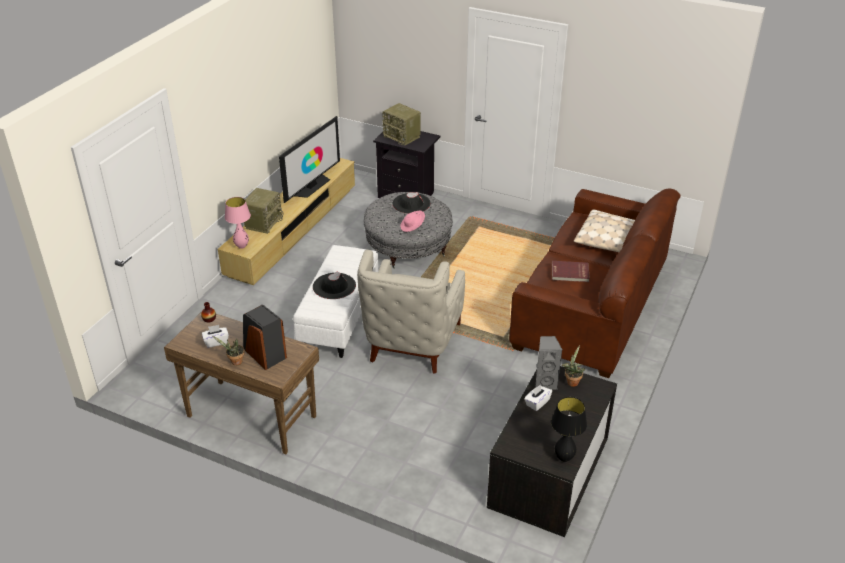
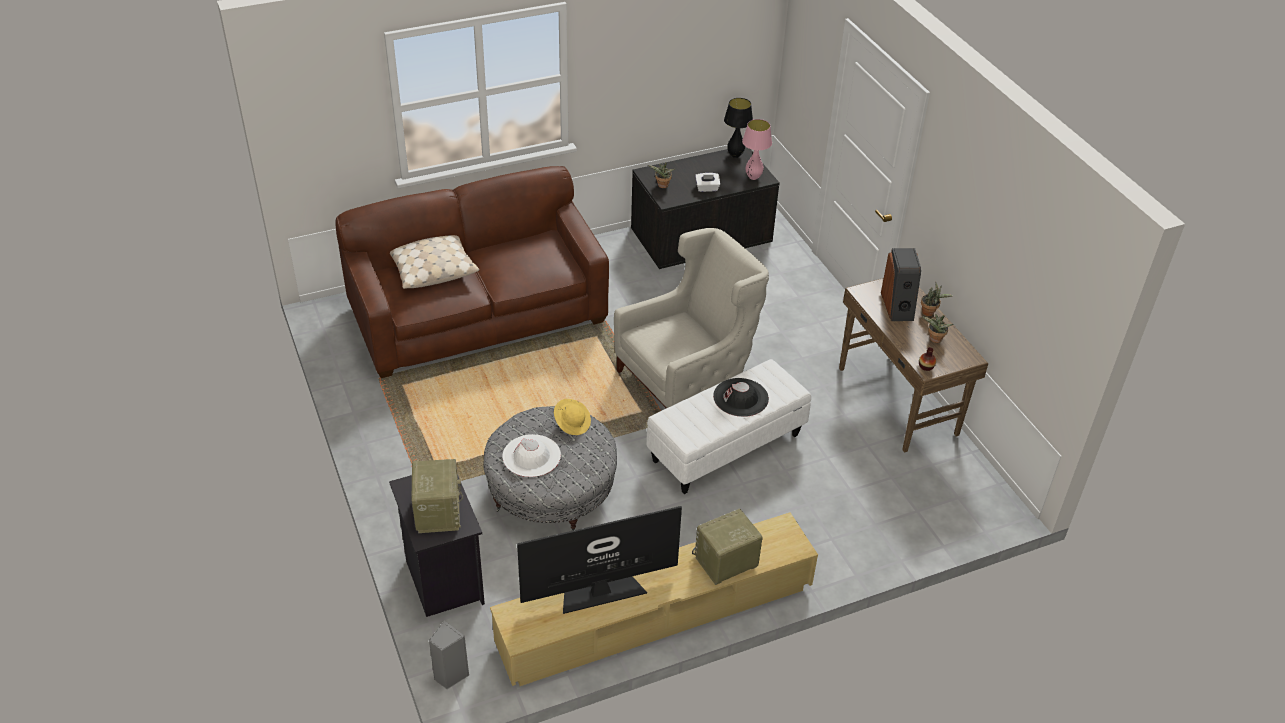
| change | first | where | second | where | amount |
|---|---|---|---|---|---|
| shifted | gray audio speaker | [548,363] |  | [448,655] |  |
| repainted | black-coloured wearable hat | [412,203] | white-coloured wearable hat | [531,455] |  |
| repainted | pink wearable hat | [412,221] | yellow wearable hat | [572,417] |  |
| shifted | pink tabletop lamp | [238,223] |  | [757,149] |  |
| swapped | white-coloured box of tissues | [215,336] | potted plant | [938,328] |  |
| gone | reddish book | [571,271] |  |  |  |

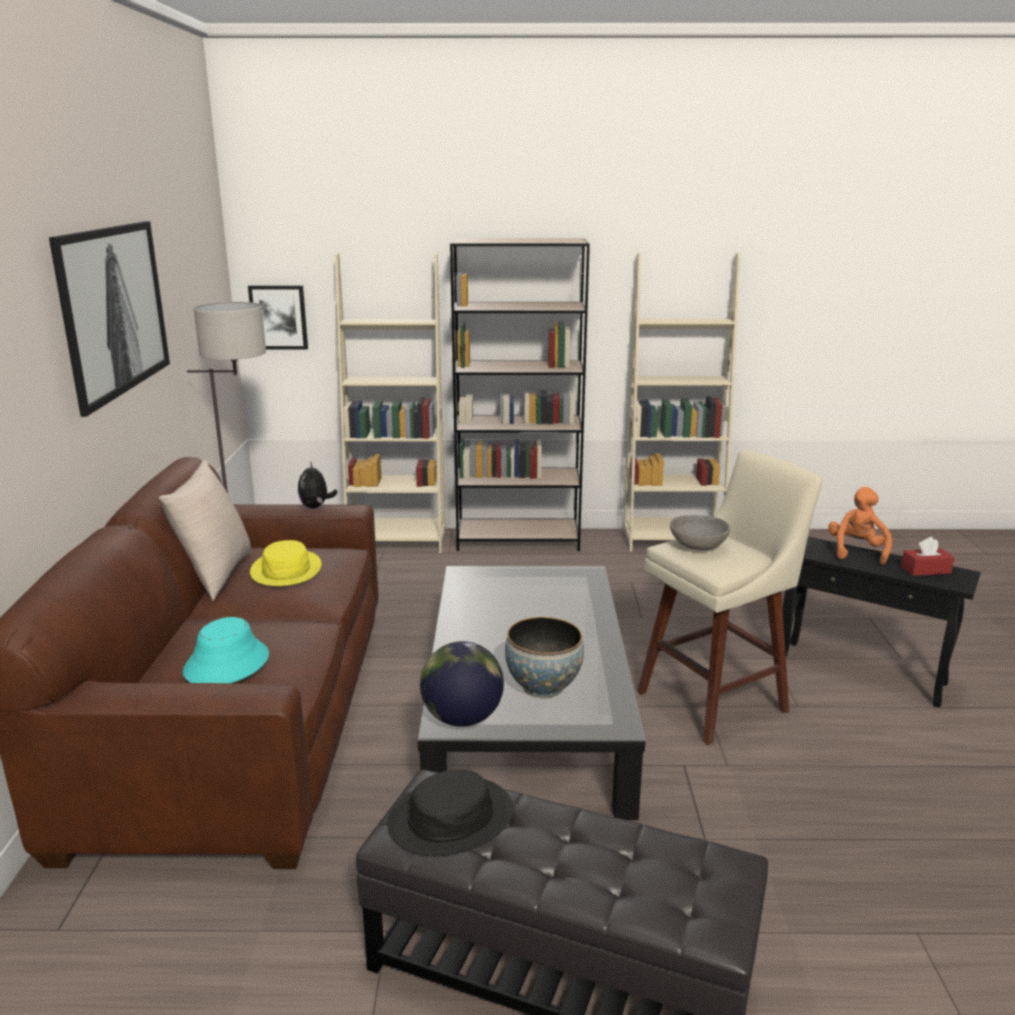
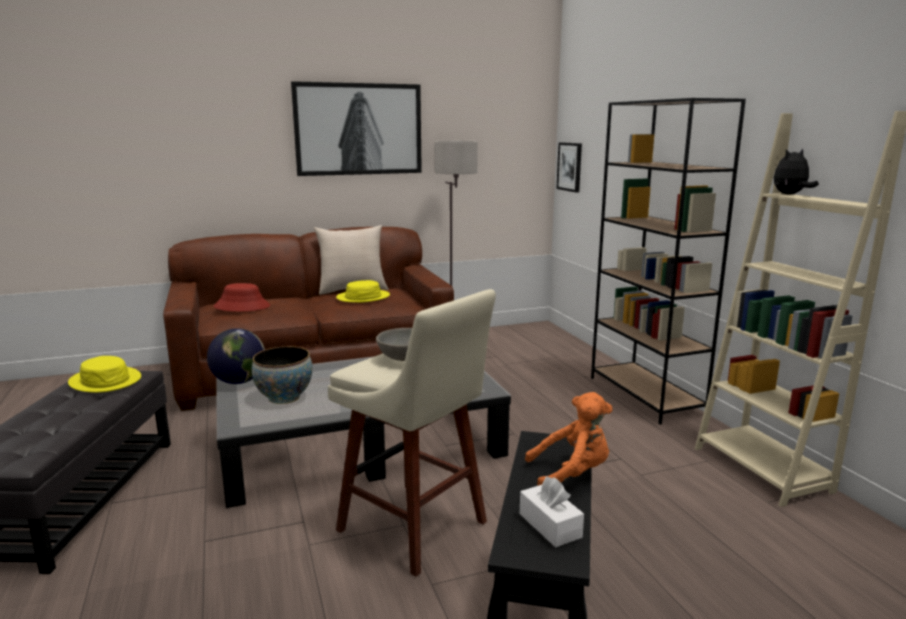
| change | first | where | second | where | amount |
|---|---|---|---|---|---|
| repainted | black-coloured wearable hat | [450,812] | yellow wearable hat | [104,374] |  |
| repainted | turquoise-coloured wearable hat | [226,650] | reddish wearable hat | [242,297] |  |
| repainted | reddish box of tissues | [928,556] | white-coloured box of tissues | [552,512] |  |
| shifted | plush toy | [317,485] |  | [796,172] |  |
| gone | sand-coloured bookcase | [390,403] |  |  |  |

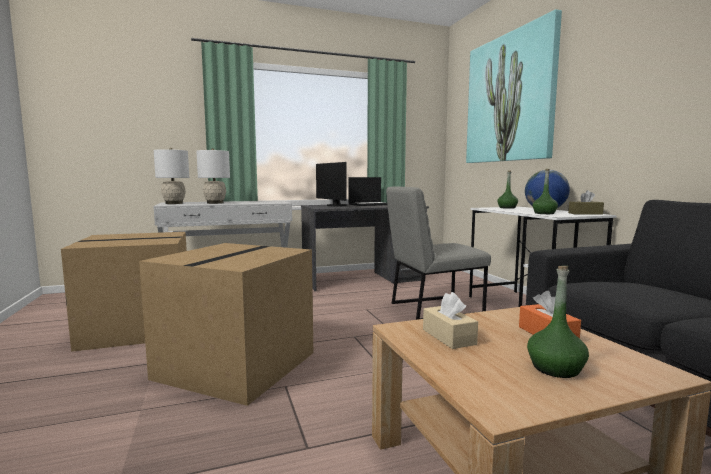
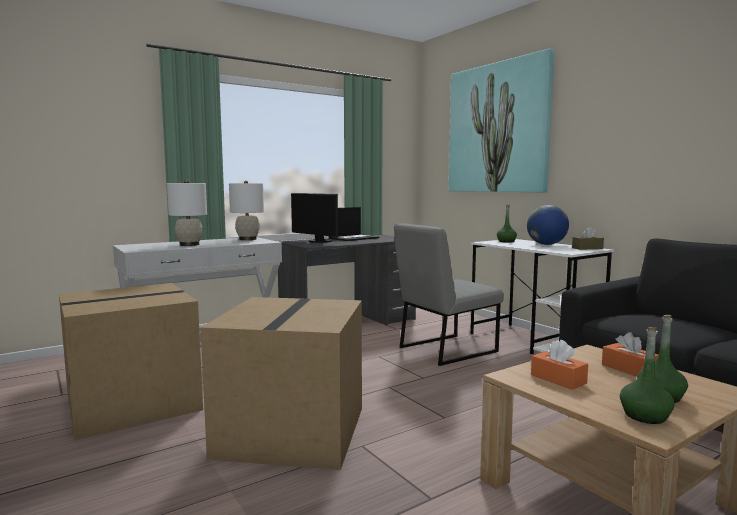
| change | first | where | second | where | amount |
|---|---|---|---|---|---|
| shifted | white-coloured tabletop lamp | [171,176] |  | [246,210] |  |
| repainted | sand-coloured box of tissues | [450,320] | orangey box of tissues | [559,365] |  |
| shifted | greenish beverage bottle | [545,191] |  | [647,375] |  |

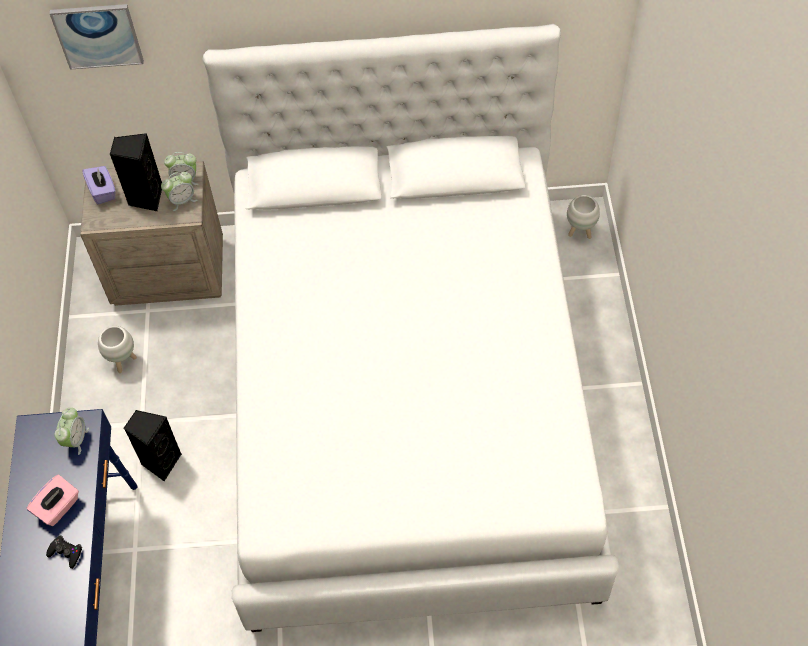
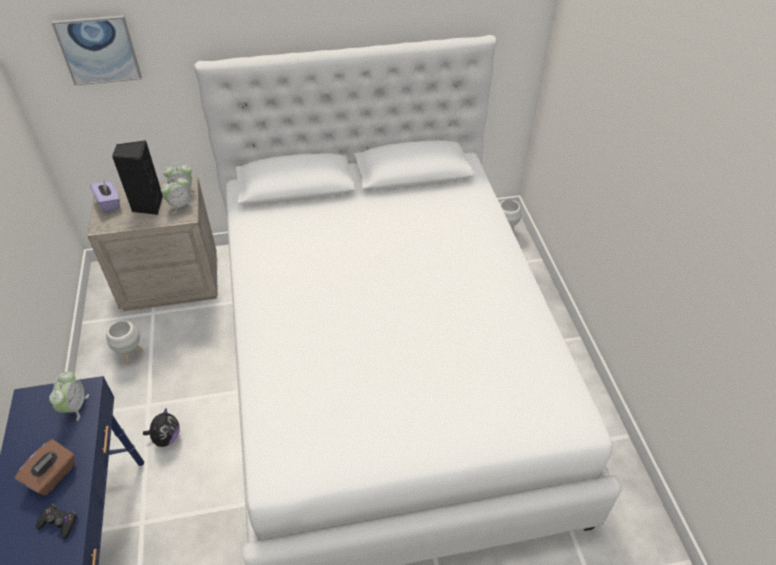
| change | first | where | second | where | amount |
|---|---|---|---|---|---|
| repainted | pink box of tissues | [53,500] | brown-coloured box of tissues | [44,467] |  |
| swapped | black-coloured audio speaker | [153,445] | plush toy | [161,427] |  |

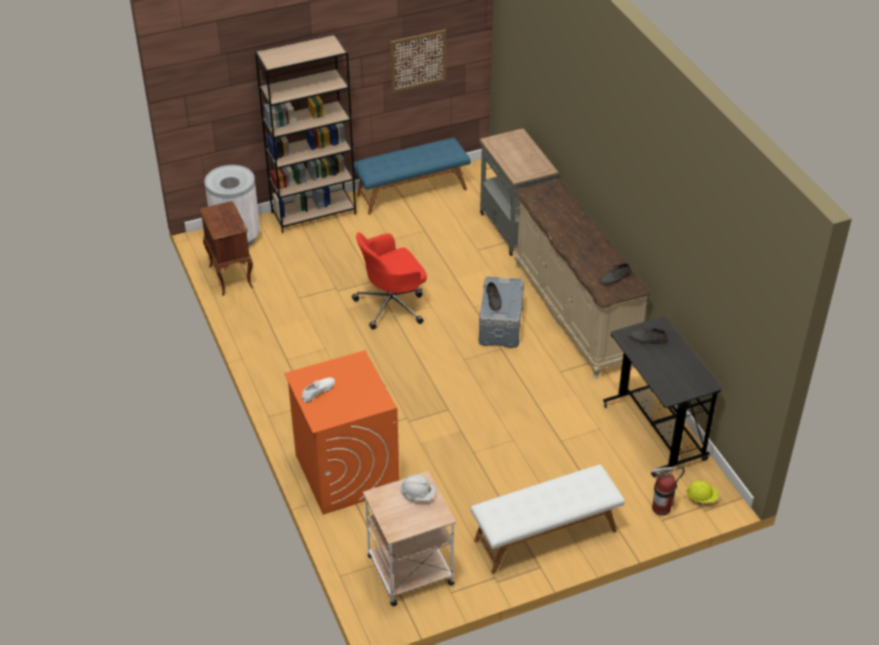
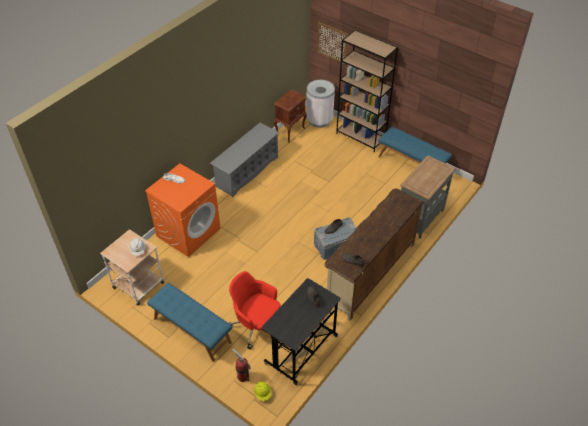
| change | first | where | second | where | amount |
|---|---|---|---|---|---|
| repainted | white-coloured indoor bench | [548,519] | blue-coloured indoor bench | [189,322] |  |
| new |  |  | gray shoe stand | [244,160] |  |
| shifted | reddish desk chair | [389,281] |  | [255,310] |  |
| shifted | wall art | [418,60] |  | [332,43] |  |

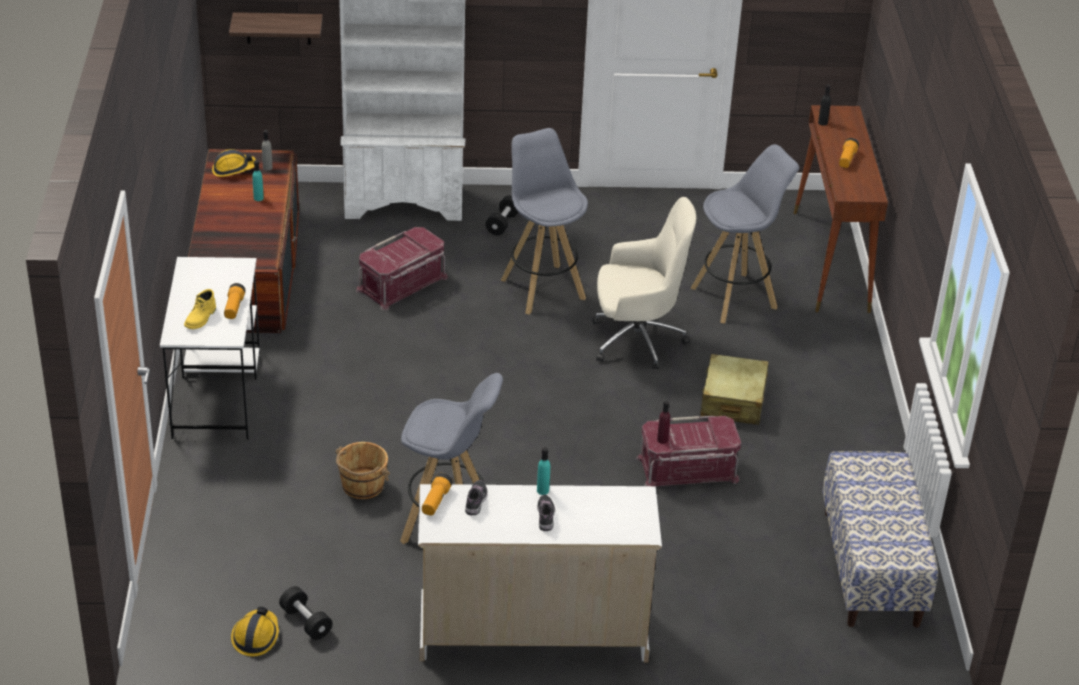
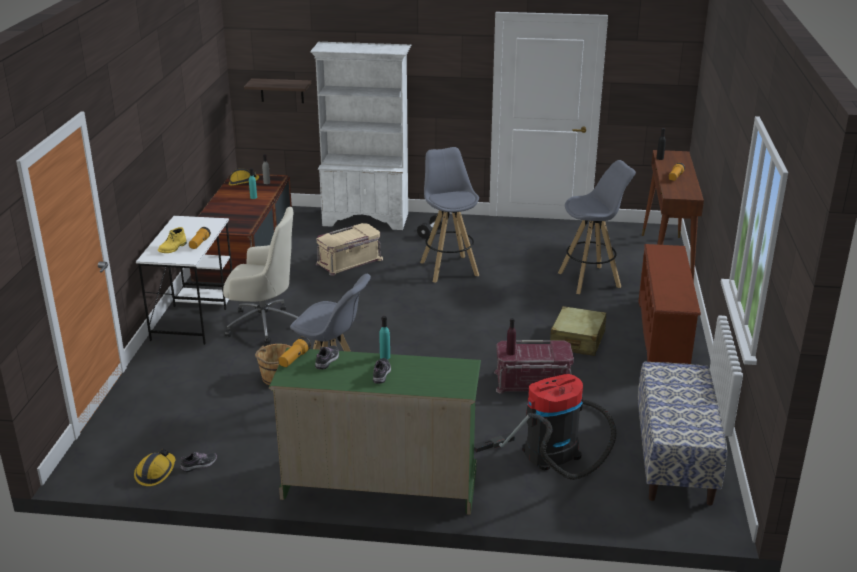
| change | first | where | second | where | amount |
|---|---|---|---|---|---|
| swapped | black-coloured hand weight | [306,613] | item of footwear | [199,462] |  |
| shifted | sand-coloured desk chair | [644,283] |  | [260,275] |  |
| repainted | white-coloured cupboard | [540,573] | greenish cupboard | [375,431] |  |
| repainted | reddish storage bin | [402,268] | sand-coloured storage bin | [349,249] |  |
| new |  |  | hoover | [545,427] |  |
| new |  |  | brown-coloured shoe stand | [669,304] |  |

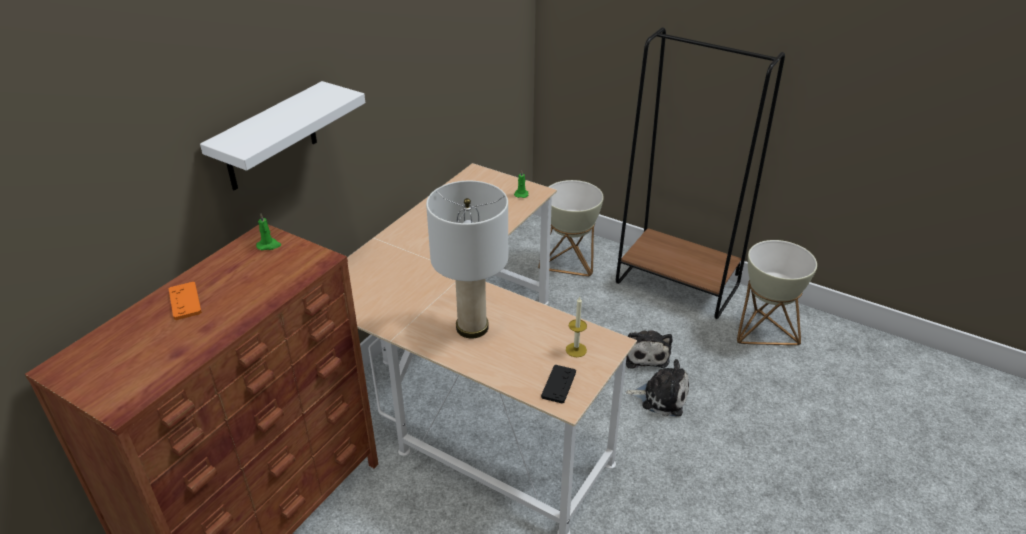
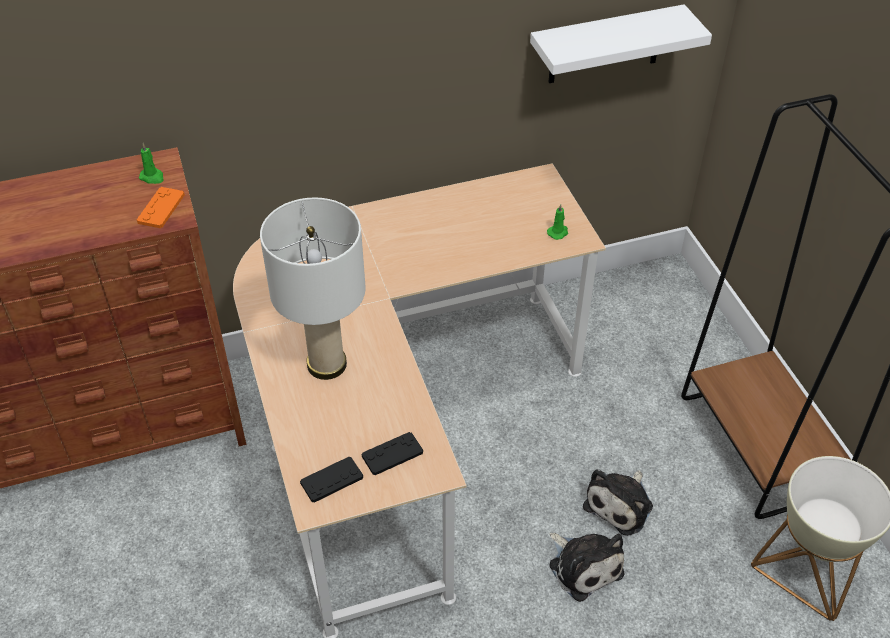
| change | first | where | second | where | amount |
|---|---|---|---|---|---|
| shifted | orangey joypad | [185,301] |  | [161,207] |  |
| swapped | wax light | [576,327] | black-coloured joypad | [392,453] |  |
| shifted | white-coloured wall shelf | [282,136] |  | [621,43] |  |
| gone | plant pot | [571,228] |  |  |  |

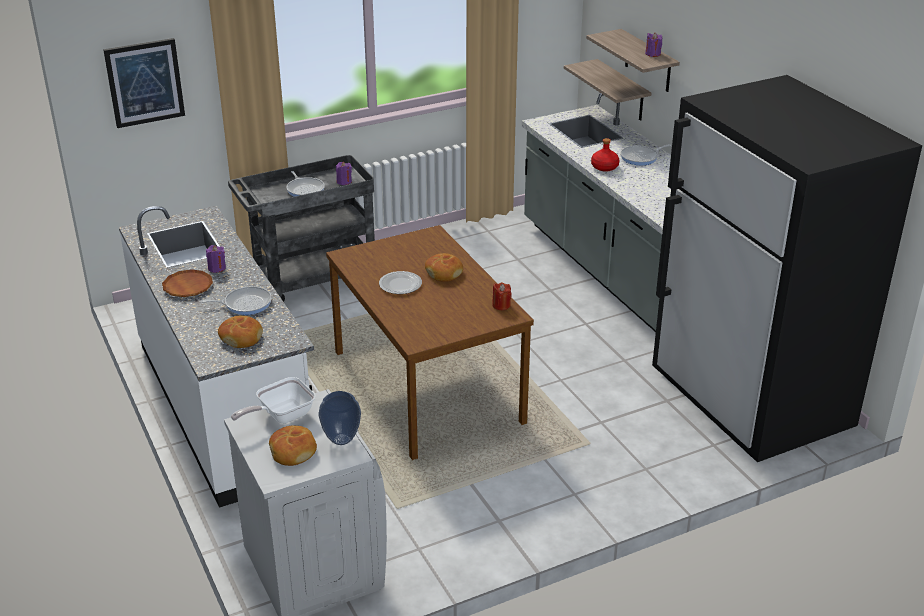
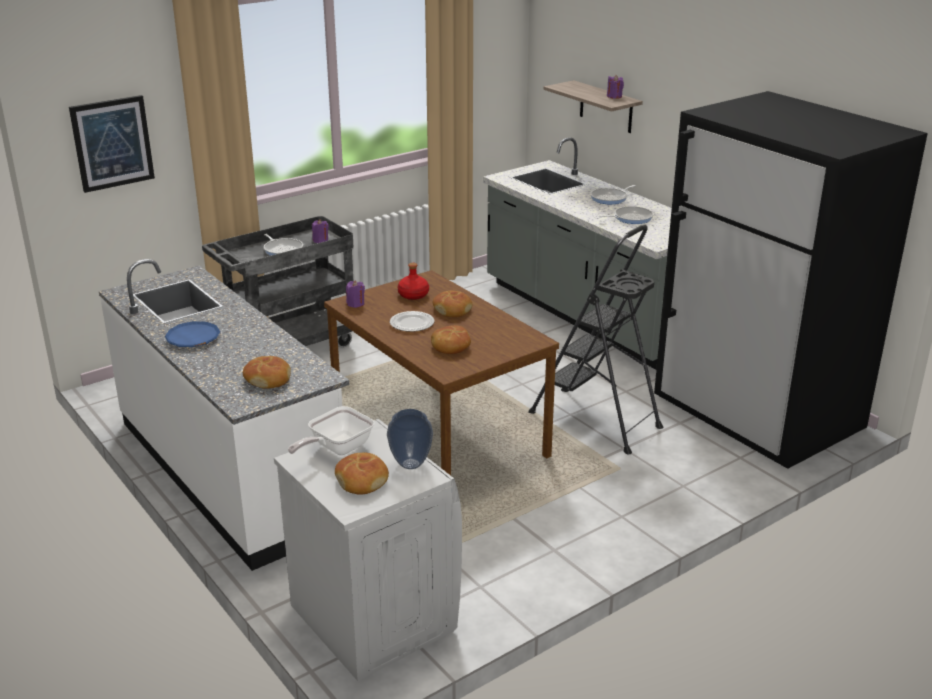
| change | first | where | second | where | amount |
|---|---|---|---|---|---|
| repainted | brown-coloured plate | [187,283] | blue-coloured plate | [192,334] |  |
| shifted | purplish wax light | [216,259] |  | [355,294] |  |
| shifted | reddish beverage bottle | [605,155] |  | [413,281] |  |
| new |  |  | bread | [451,339] |  |
| new |  |  | stepladder | [595,340] |  |
| shifted | frying pan | [235,300] |  | [625,215] |  |
| gone | reddish wax light | [502,296] |  |  |  |
| gone | wall shelf | [607,90] |  |  |  |

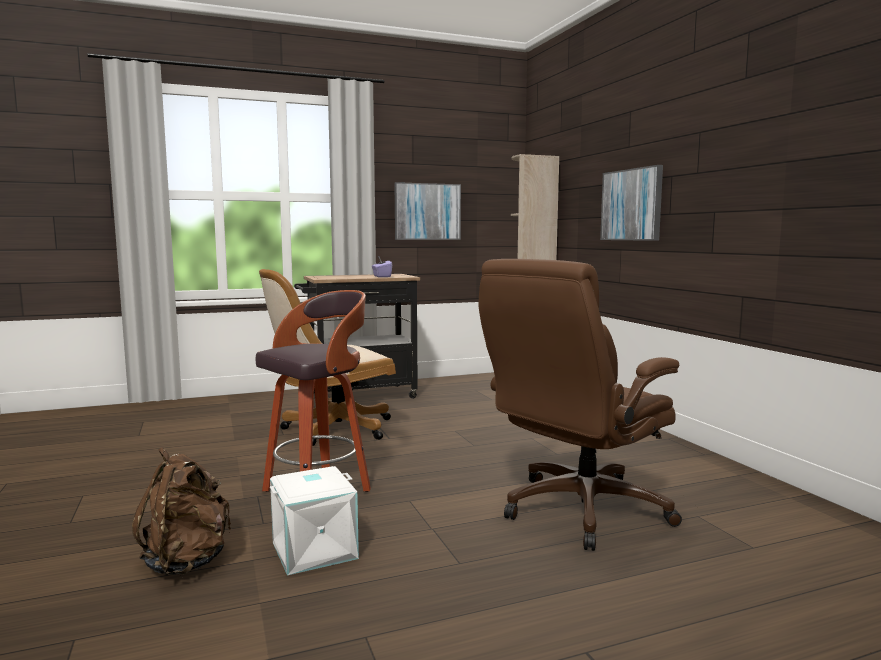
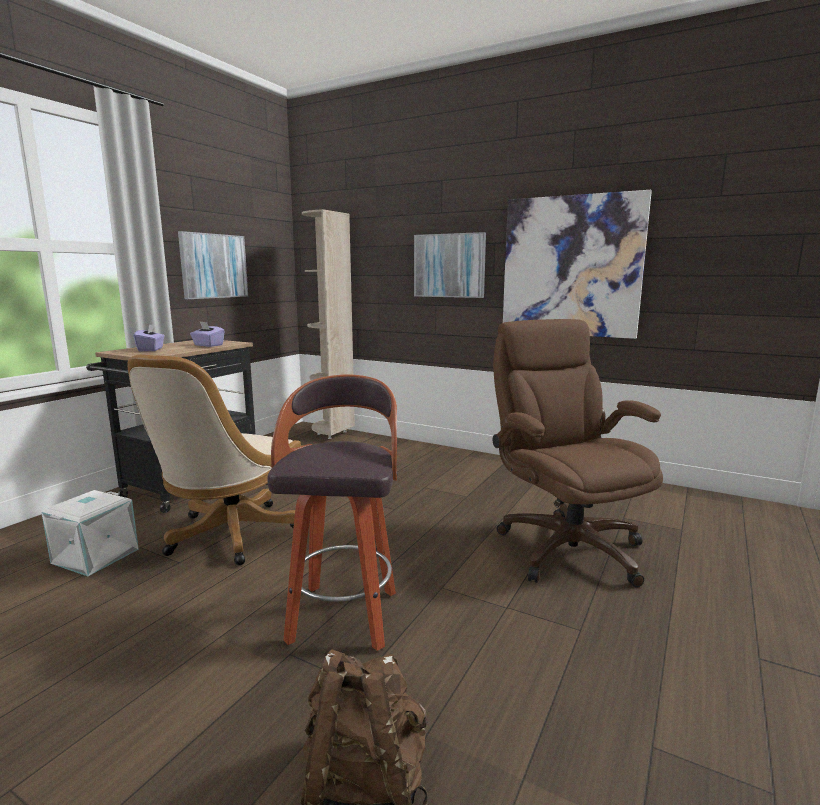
| change | first | where | second | where | amount |
|---|---|---|---|---|---|
| shifted | white-coloured storage bin | [314,521] |  | [90,533] |  |
| new |  |  | purplish box of tissues | [149,337] |  |
| rotated | brown-coloured desk chair | [580,405] |  | [578,453] | 150 degrees clockwise |
| new |  |  | wall art | [577,264] |  |

